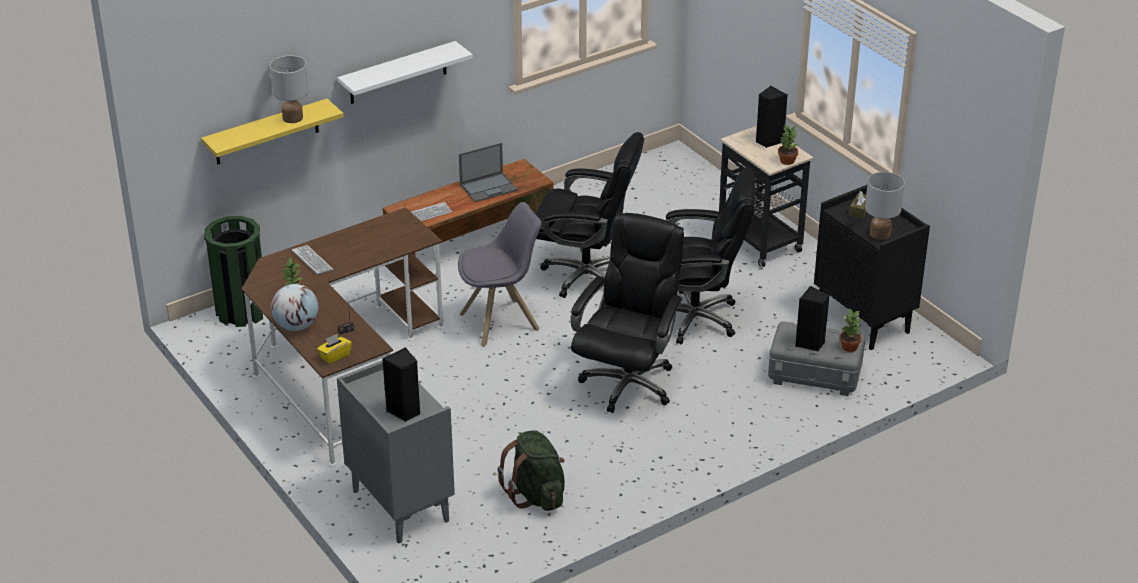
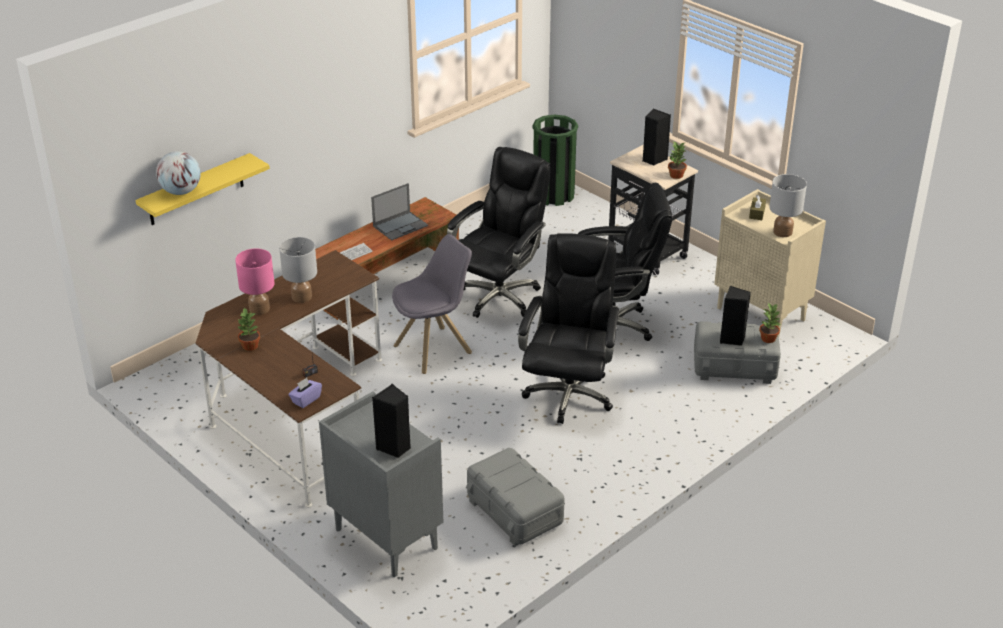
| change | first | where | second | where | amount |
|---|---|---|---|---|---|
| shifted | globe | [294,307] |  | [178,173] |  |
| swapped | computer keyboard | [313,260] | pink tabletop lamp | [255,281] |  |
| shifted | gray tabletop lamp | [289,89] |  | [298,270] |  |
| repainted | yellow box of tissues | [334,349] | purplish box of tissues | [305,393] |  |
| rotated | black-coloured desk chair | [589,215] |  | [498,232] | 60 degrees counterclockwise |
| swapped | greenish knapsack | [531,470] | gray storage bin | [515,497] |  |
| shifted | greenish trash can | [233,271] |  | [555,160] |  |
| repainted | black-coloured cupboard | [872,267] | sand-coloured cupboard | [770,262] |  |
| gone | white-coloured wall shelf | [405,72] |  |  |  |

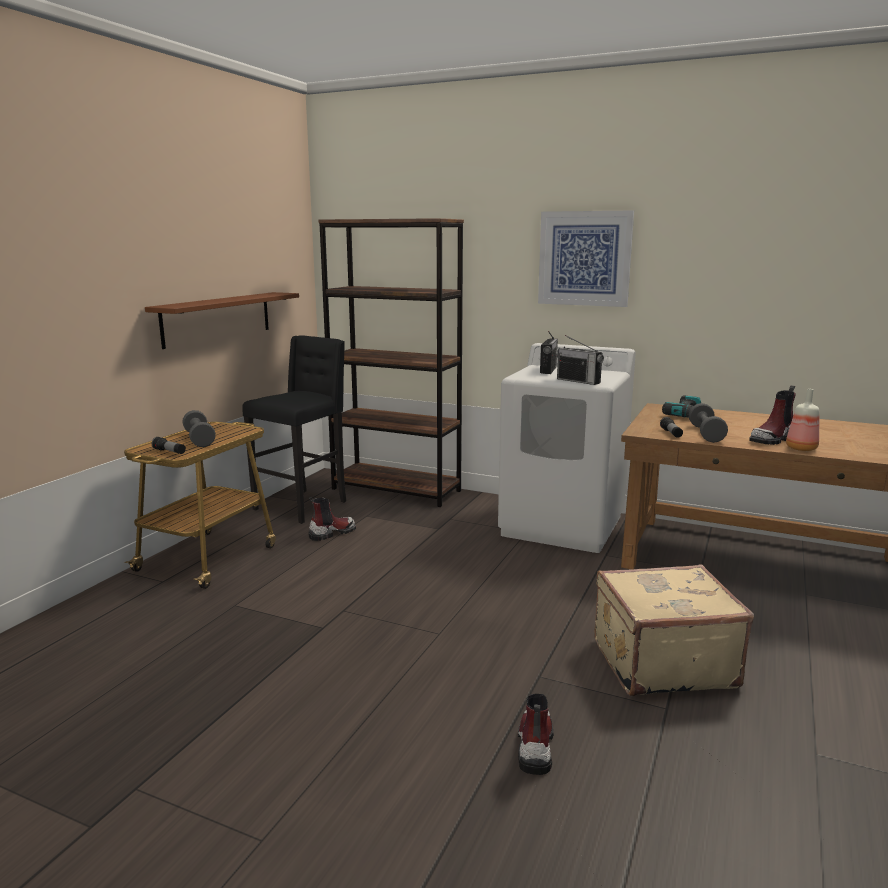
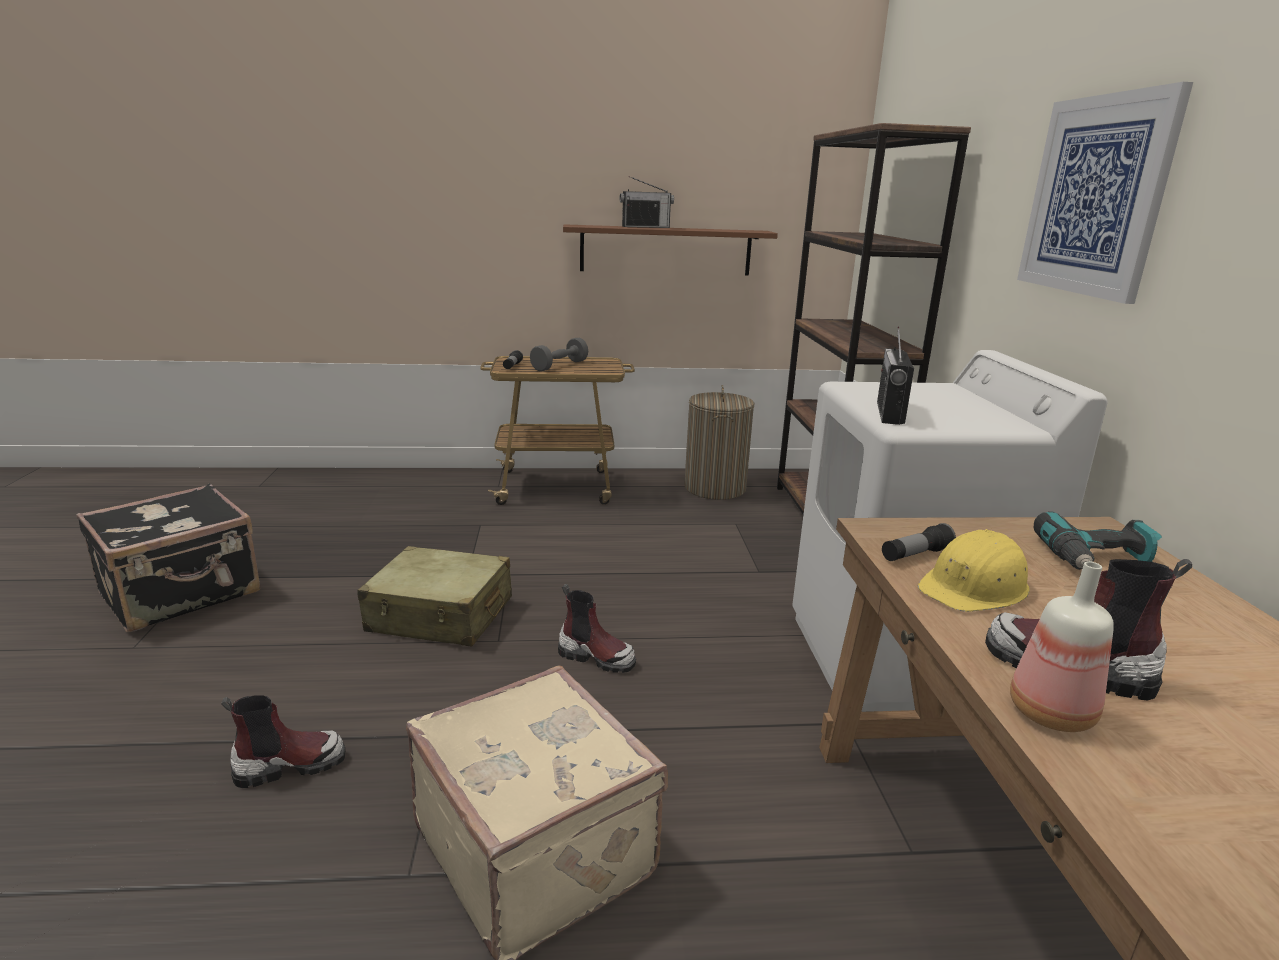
| change | first | where | second | where | amount |
|---|---|---|---|---|---|
| new |  |  | black-coloured piece of luggage | [168,558] |  |
| new |  |  | sand-coloured piece of luggage | [434,596] |  |
| shifted | boot | [332,519] |  | [597,628] |  |
| shifted | radio | [549,352] |  | [647,202] |  |
| swapped | black-coloured sitting stool | [294,429] | laundry basket | [719,442] |  |
| swapped | gray hand weight | [708,423] | yellow hard hat | [973,570] |  |

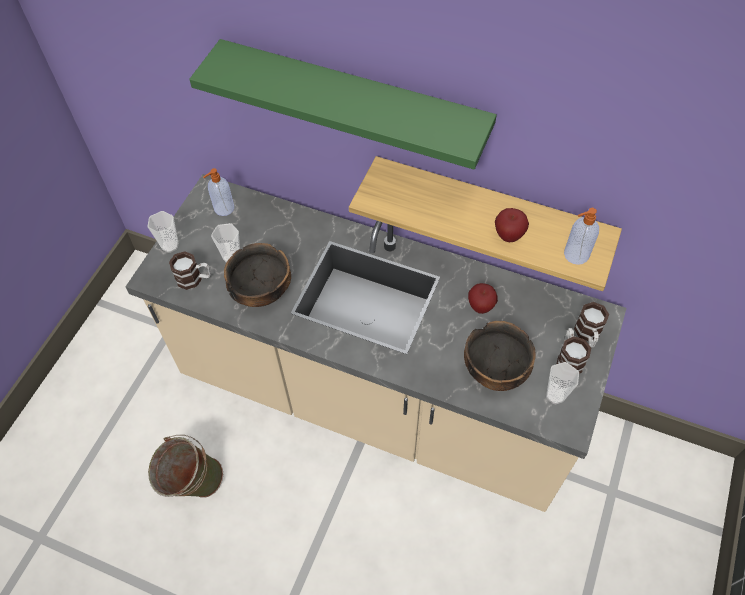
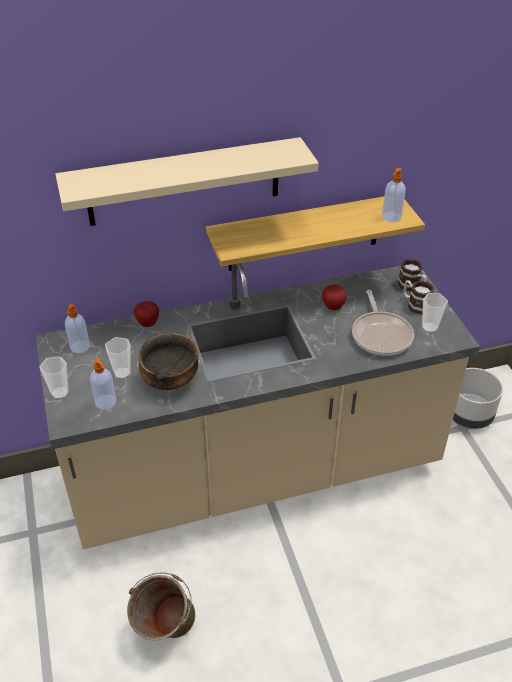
| change | first | where | second | where | amount |
|---|---|---|---|---|---|
| repainted | greenish wall shelf | [343,104] | sand-coloured wall shelf | [187,181] |  |
| swapped | tea mug | [190,270] | soap bottle | [103,384] |  |
| shifted | apple | [512,225] |  | [146,314] |  |
| swapped | serving bowl | [500,356] | frying pan | [383,323] |  |
| new |  |  | gray plant pot | [478,398] |  |

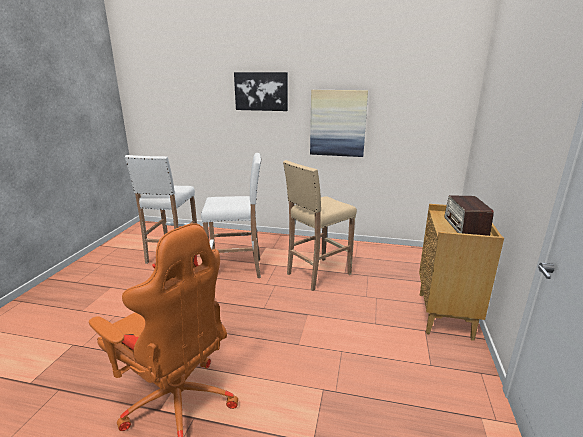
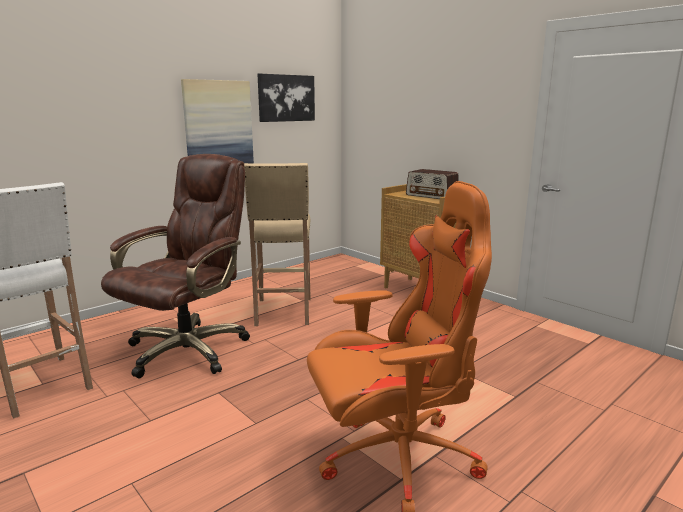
| change | first | where | second | where | amount |
|---|---|---|---|---|---|
| swapped | white-coloured sitting stool | [231,215] | brown-coloured desk chair | [175,266] |  |
| shifted | wall art | [261,91] |  | [286,97] |  |

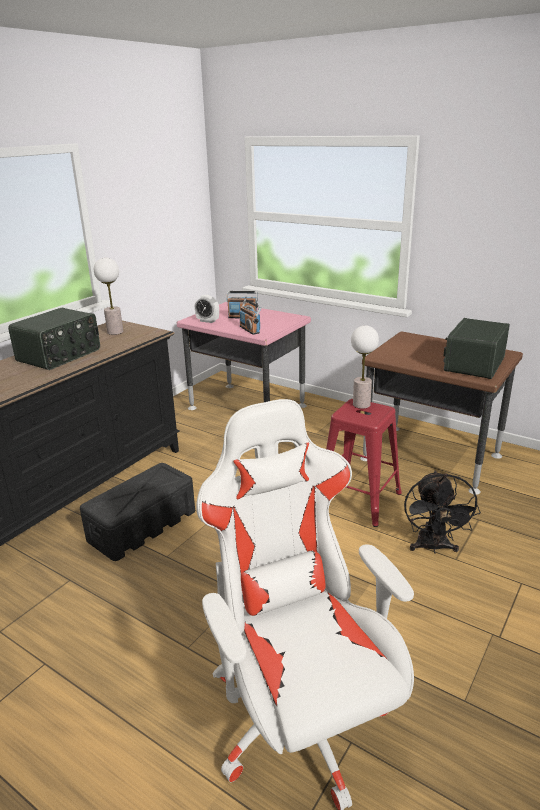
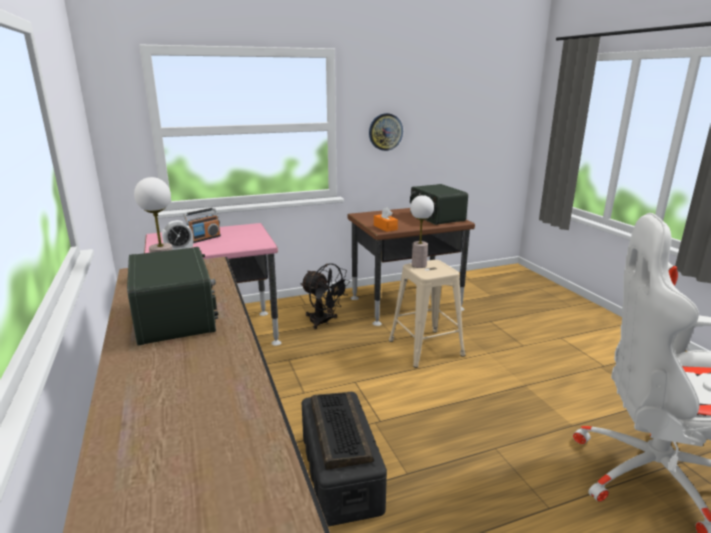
| change | first | where | second | where | amount |
|---|---|---|---|---|---|
| shifted | black-coloured cooling fan | [442,512] |  | [325,296] |  |
| new |  |  | computer keyboard | [342,431] |  |
| new |  |  | hanging clock | [386,132] |  |
| new |  |  | orangey box of tissues | [386,219] |  |
| repainted | reddish sitting stool | [364,463] | sand-coloured sitting stool | [427,314] |  |
| gone | radio | [250,317] |  |  |  |

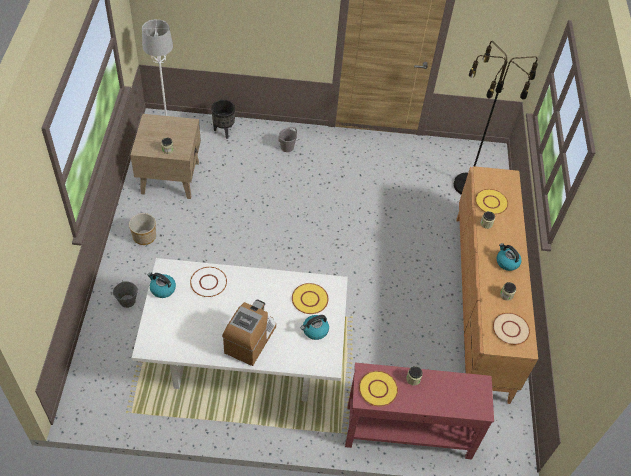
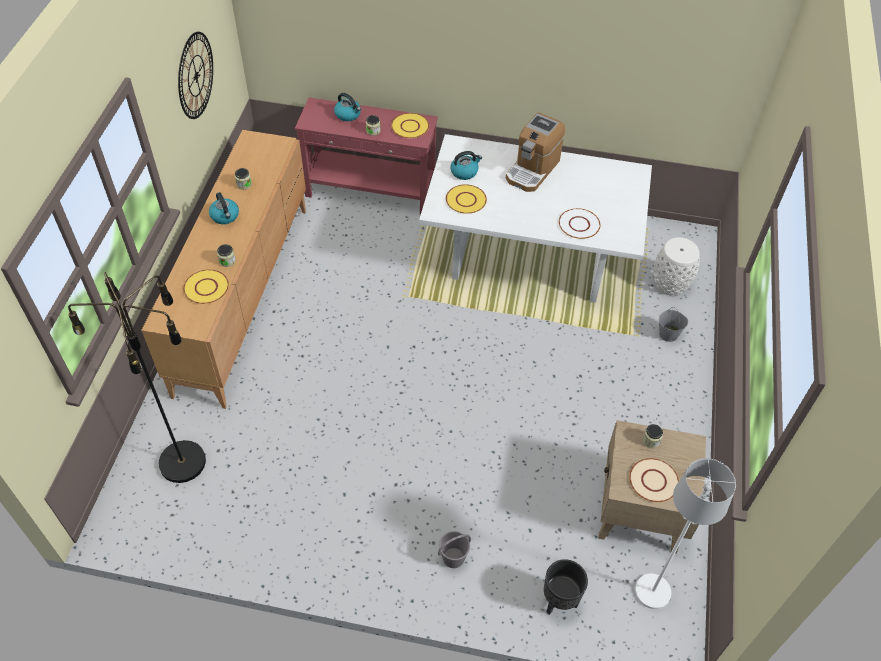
| change | first | where | second | where | amount |
|---|---|---|---|---|---|
| new |  |  | hanging clock | [195,75] |  |
| shifted | kettle | [162,285] |  | [347,107] |  |
| shifted | sand-coloured plate | [511,329] |  | [654,480] |  |
| new |  |  | white-coloured sitting stool | [677,266] |  |
| gone | plant pot | [142,229] |  |  |  |

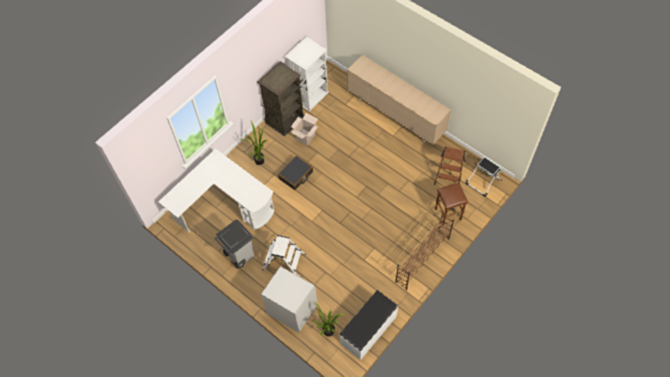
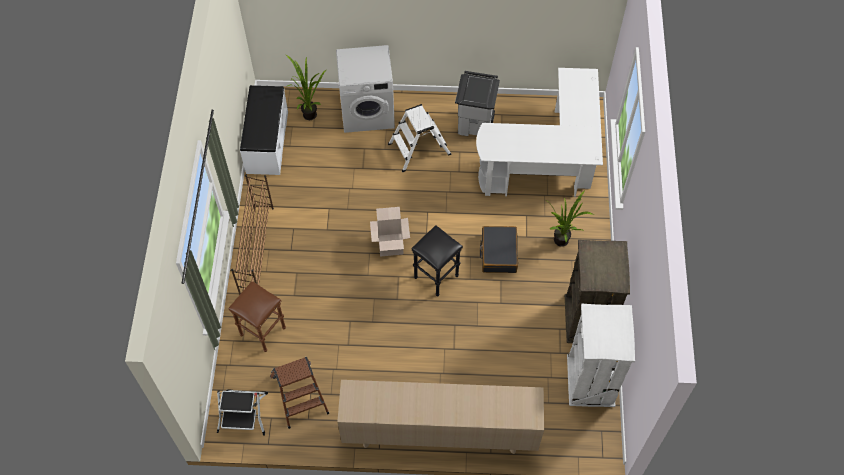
| change | first | where | second | where | amount |
|---|---|---|---|---|---|
| shifted | cardboard box | [304,129] |  | [390,232] |  |
| new |  |  | black-coloured sitting stool | [437,260] |  |

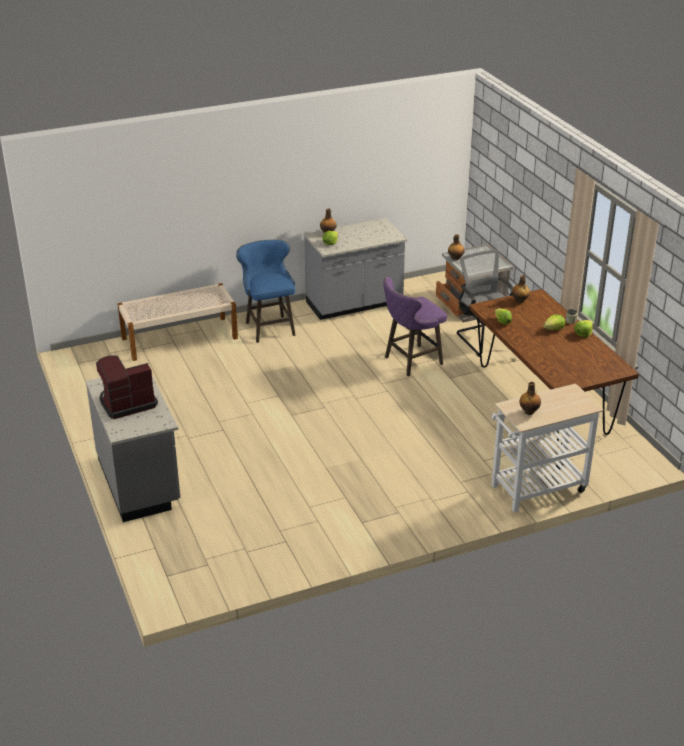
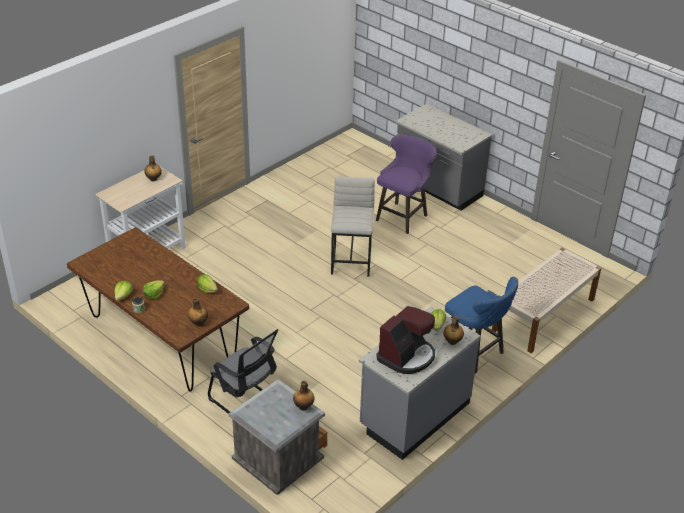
| change | first | where | second | where | amount |
|---|---|---|---|---|---|
| new |  |  | sand-coloured sitting stool | [353,226] |  |
| shifted | purplish sitting stool | [415,326] |  | [406,184] |  |
| shifted | coffee machine | [127,387] |  | [405,340] |  |

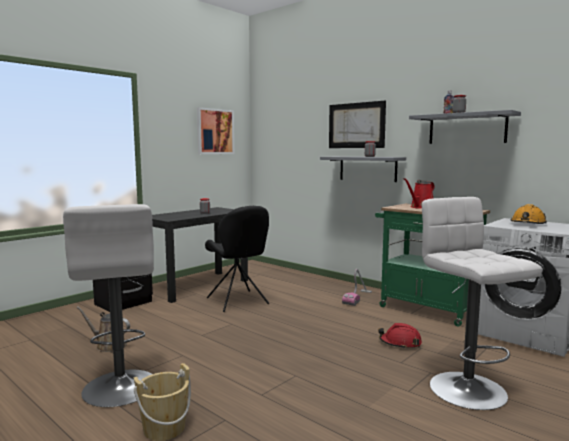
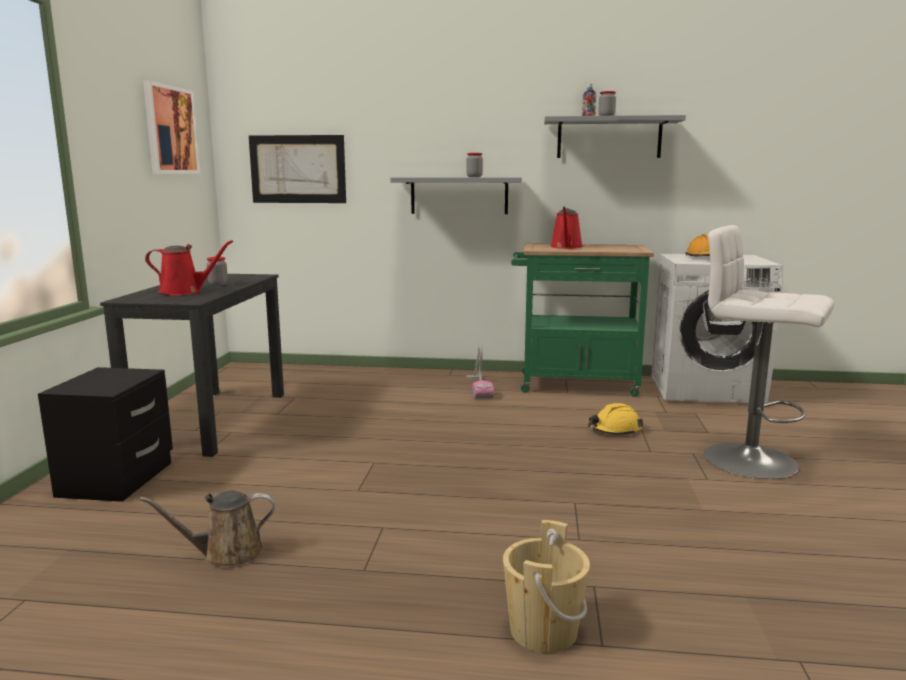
| change | first | where | second | where | amount |
|---|---|---|---|---|---|
| new |  |  | reddish watering can | [189,267] |  |
| shifted | wall art | [357,124] |  | [297,169] |  |
| repainted | reddish hard hat | [400,336] | yellow hard hat | [615,419] |  |
| gone | white-coloured sitting stool | [108,305] |  |  |  |
| gone | black-coloured chair | [237,259] |  |  |  |

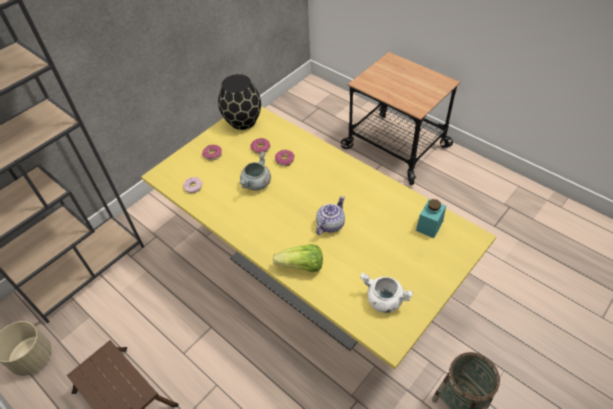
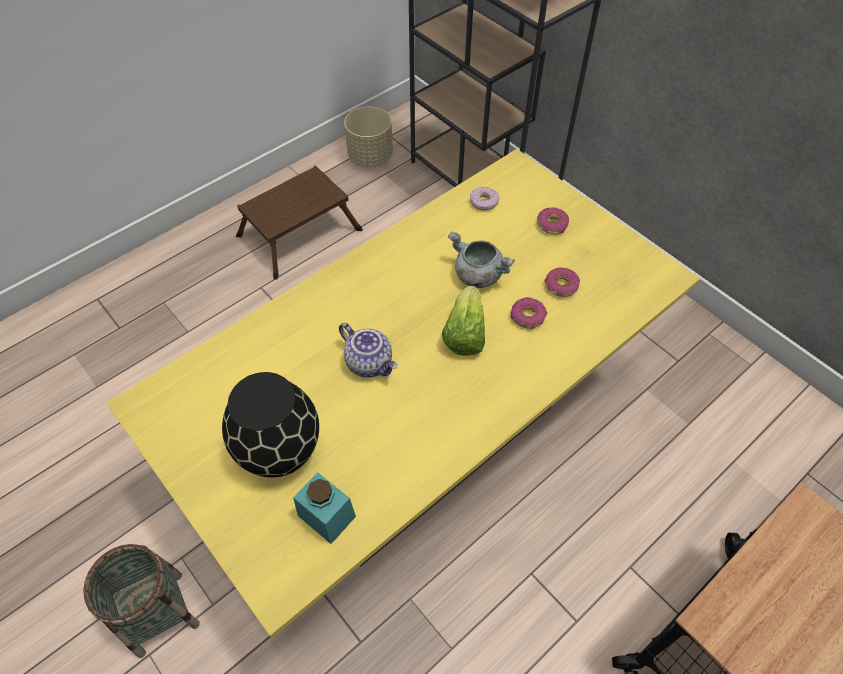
| change | first | where | second | where | amount |
|---|---|---|---|---|---|
| shifted | black-coloured decorative vase | [239,102] |  | [270,424] |  |
| shifted | lettuce head | [298,258] |  | [463,321] |  |
| gone | white-coloured stockpot | [386,293] |  |  |  |

